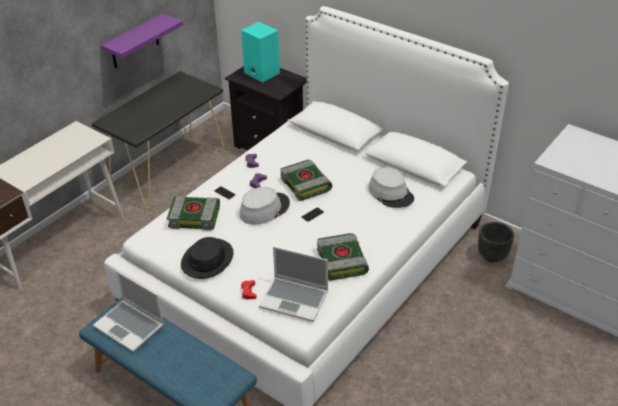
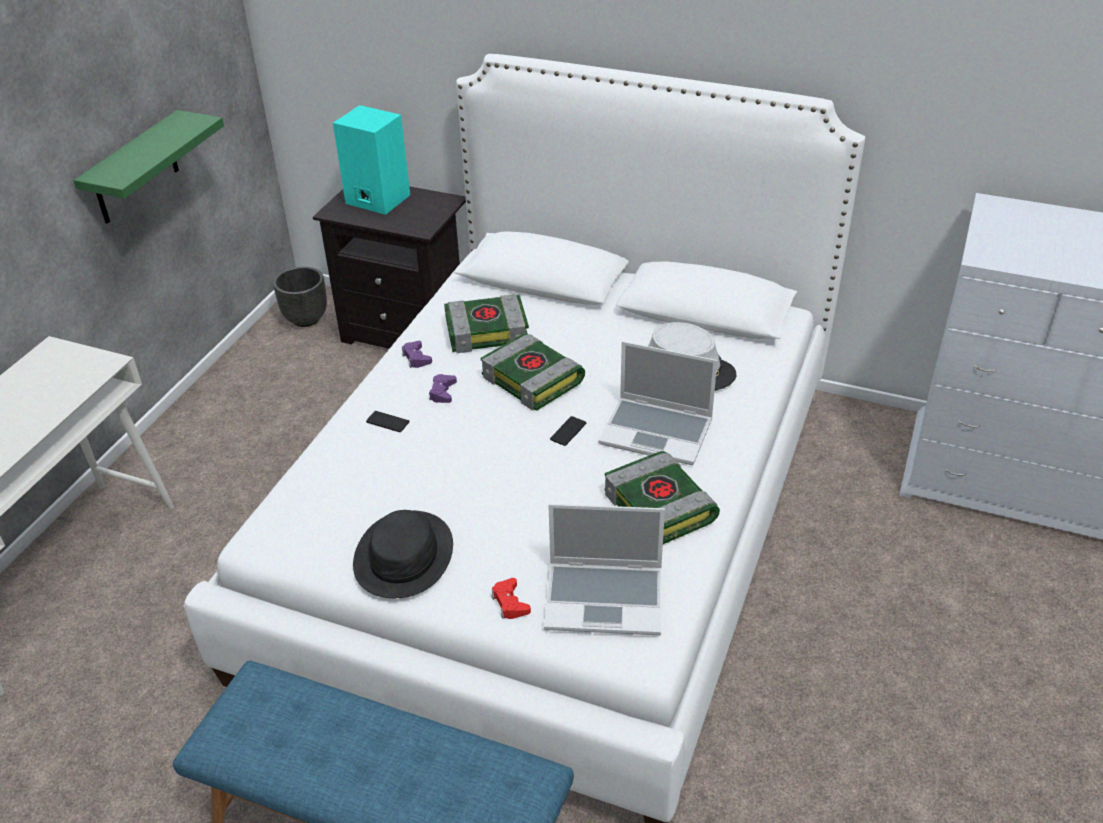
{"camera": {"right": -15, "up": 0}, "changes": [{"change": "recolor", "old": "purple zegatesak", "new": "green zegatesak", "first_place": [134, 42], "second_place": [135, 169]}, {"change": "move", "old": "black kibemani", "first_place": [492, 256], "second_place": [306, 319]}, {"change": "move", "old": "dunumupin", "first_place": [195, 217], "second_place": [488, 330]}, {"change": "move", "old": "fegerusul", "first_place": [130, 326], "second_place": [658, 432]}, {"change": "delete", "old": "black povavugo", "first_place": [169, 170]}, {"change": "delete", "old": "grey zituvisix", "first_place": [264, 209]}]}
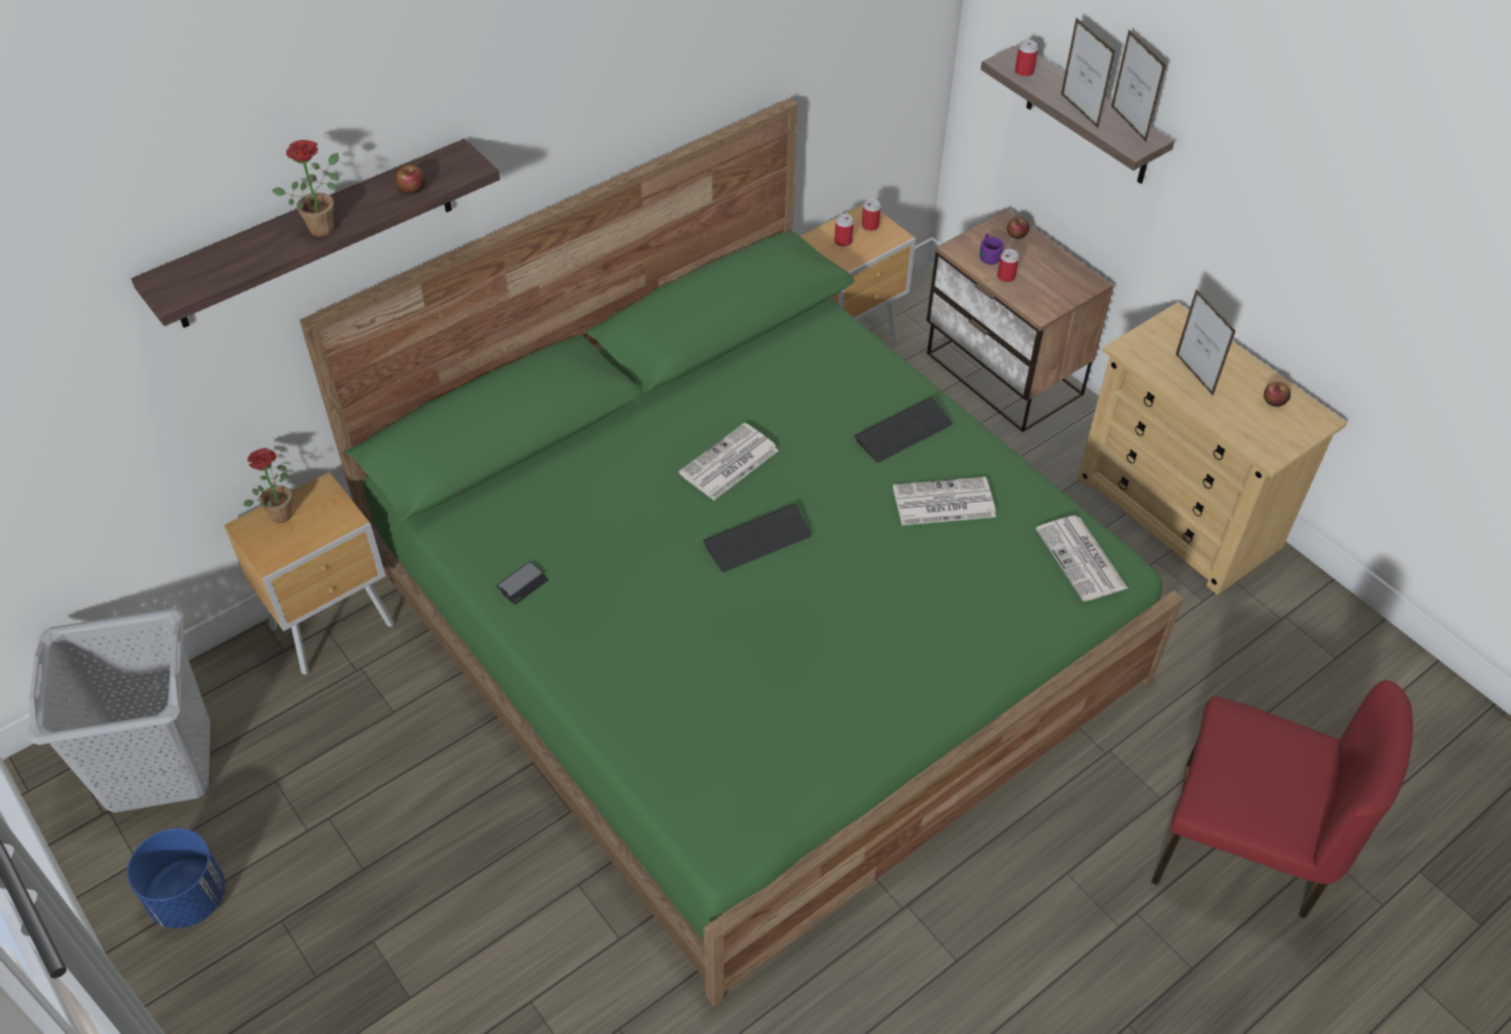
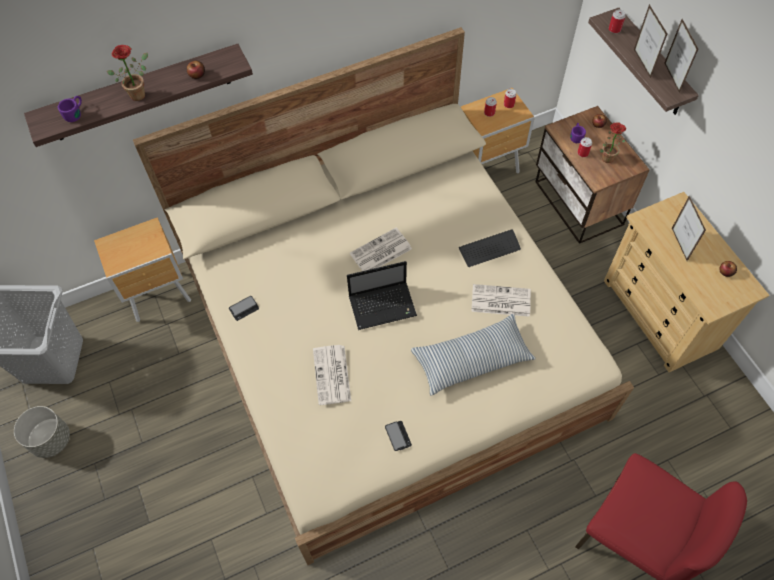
{"camera": {"right": 15, "up": 10}, "changes": [{"change": "recolor", "old": "blue kibemani", "new": "grey kibemani", "first_place": [188, 897], "second_place": [51, 439]}, {"change": "insert", "new": "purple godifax", "second_place": [75, 113]}, {"change": "recolor", "old": "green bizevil", "new": "beige bizevil", "first_place": [752, 621], "second_place": [388, 336]}, {"change": "move", "old": "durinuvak", "first_place": [1082, 559], "second_place": [332, 375]}, {"change": "replace", "old": "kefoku", "new": "fegerusul", "first_place": [758, 539], "second_place": [383, 305]}, {"change": "insert", "new": "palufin", "second_place": [398, 436]}, {"change": "insert", "new": "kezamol", "second_place": [472, 359]}, {"change": "move", "old": "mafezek", "first_place": [280, 511], "second_place": [606, 156]}]}
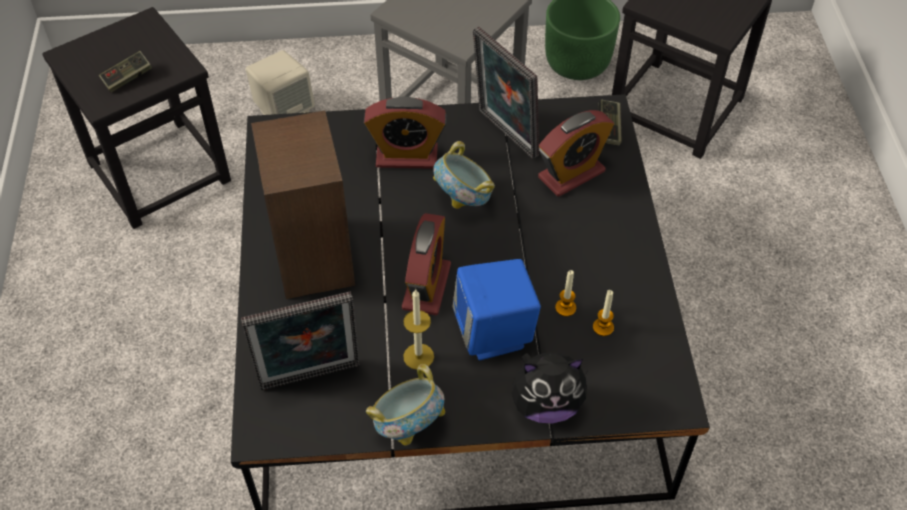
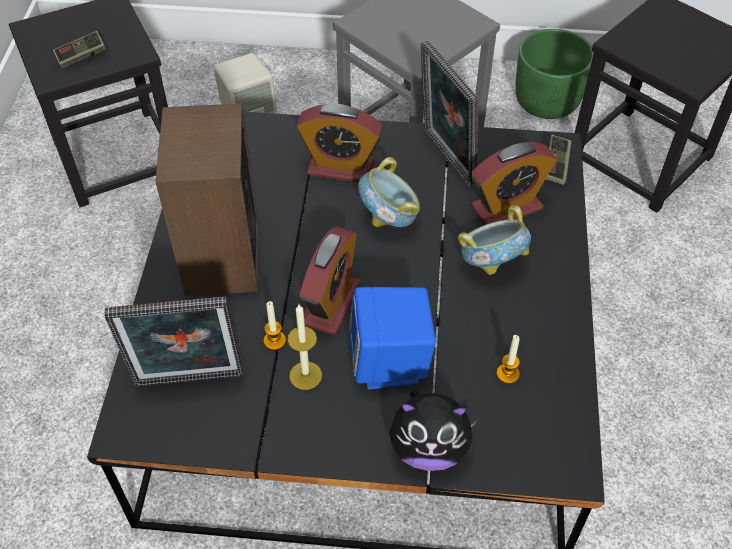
{"camera": {"right": 10, "up": 0}, "changes": [{"change": "move", "old": "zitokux", "first_place": [565, 308], "second_place": [274, 341]}, {"change": "move", "old": "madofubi", "first_place": [408, 424], "second_place": [491, 263]}]}
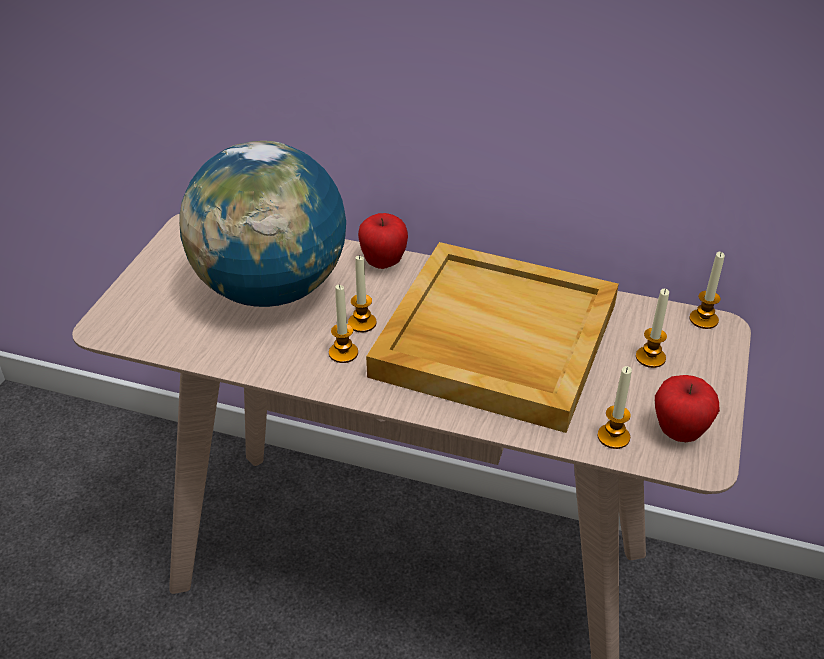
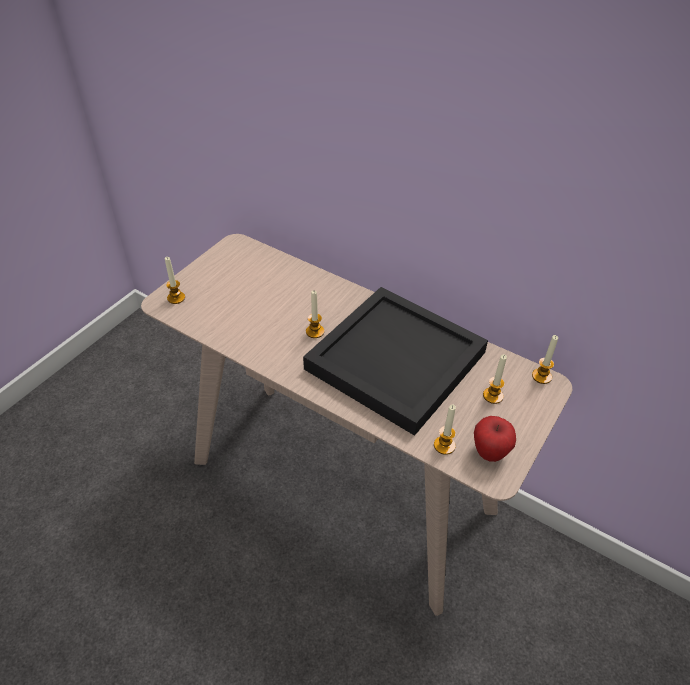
{"camera": {"right": 15, "up": 5}, "changes": [{"change": "move", "old": "zitokux", "first_place": [343, 353], "second_place": [176, 298]}, {"change": "recolor", "old": "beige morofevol", "new": "black morofevol", "first_place": [493, 340], "second_place": [393, 361]}, {"change": "delete", "old": "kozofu", "first_place": [271, 290]}, {"change": "delete", "old": "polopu", "first_place": [383, 263]}]}
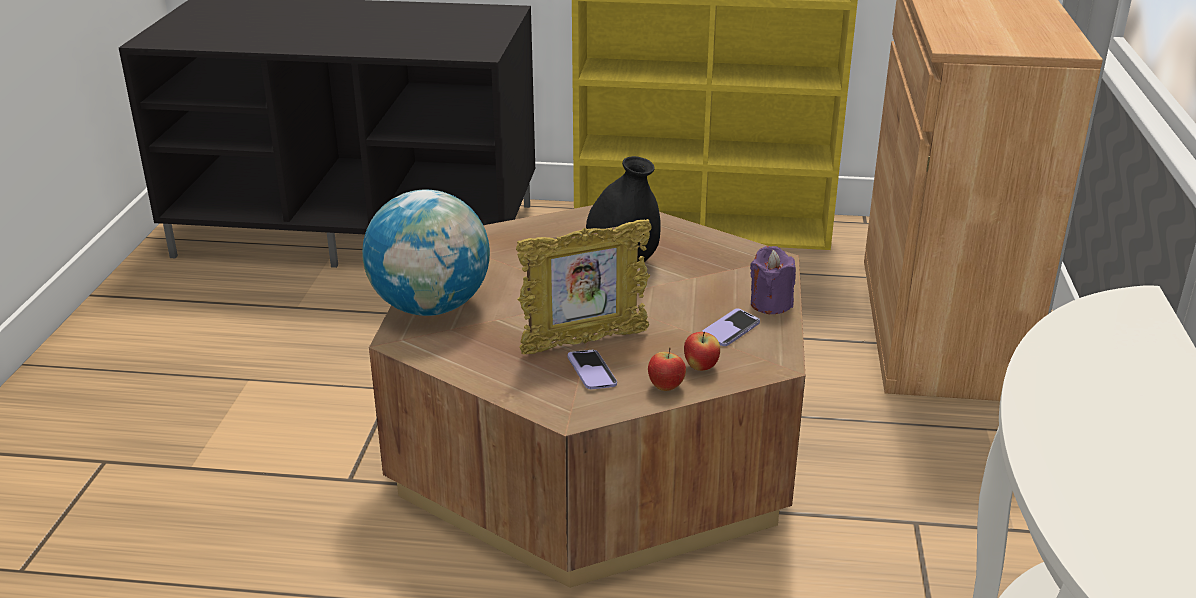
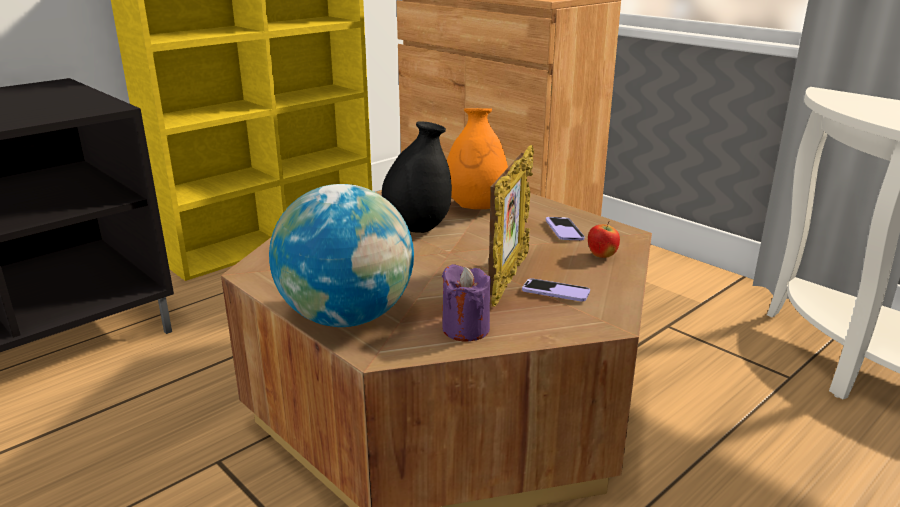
{"camera": {"right": -50, "up": -5}, "changes": [{"change": "move", "old": "purple zitokux", "first_place": [770, 304], "second_place": [465, 329]}, {"change": "insert", "new": "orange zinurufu", "second_place": [476, 207]}, {"change": "delete", "old": "polopu", "first_place": [665, 387]}]}
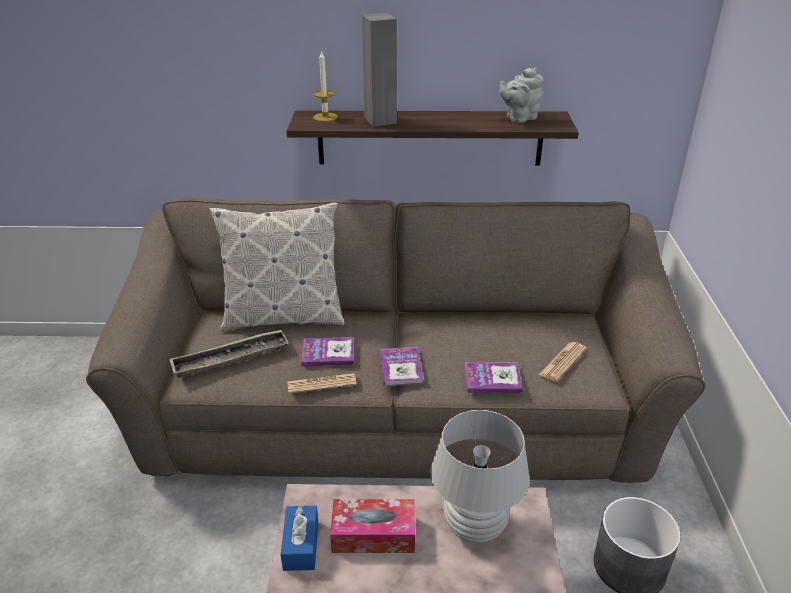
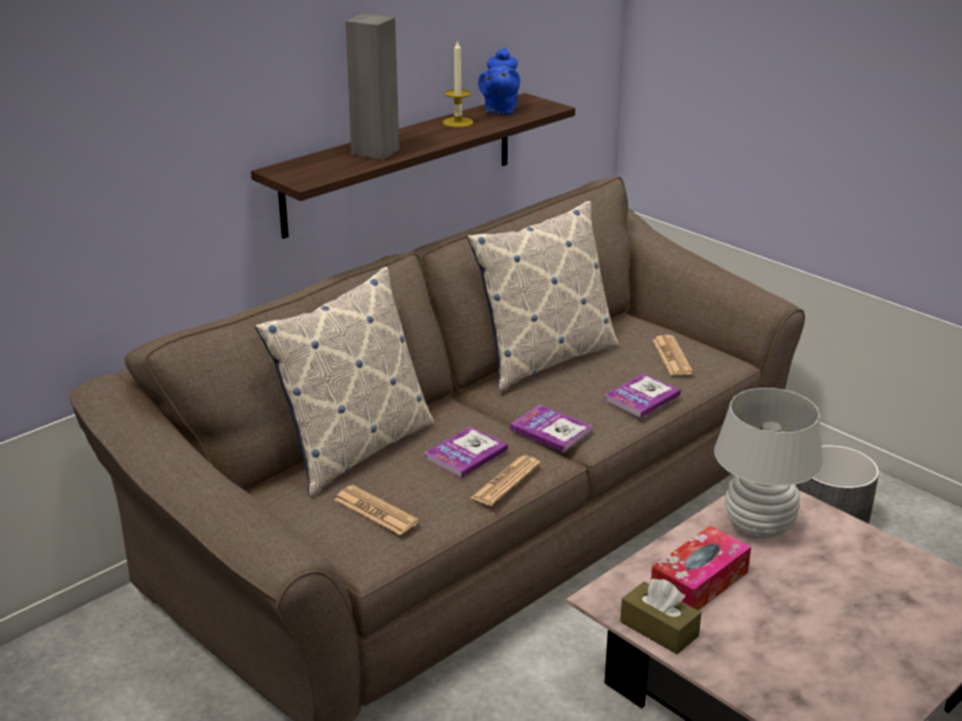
{"camera": {"right": -45, "up": -5}, "changes": [{"change": "replace", "old": "morofevol", "new": "durinuvak", "first_place": [230, 358], "second_place": [376, 511]}, {"change": "move", "old": "zitokux", "first_place": [325, 117], "second_place": [458, 122]}, {"change": "insert", "new": "kezamol", "second_place": [544, 359]}, {"change": "recolor", "old": "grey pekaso", "new": "blue pekaso", "first_place": [519, 118], "second_place": [500, 110]}, {"change": "recolor", "old": "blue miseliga", "new": "brown miseliga", "first_place": [301, 545], "second_place": [659, 629]}]}
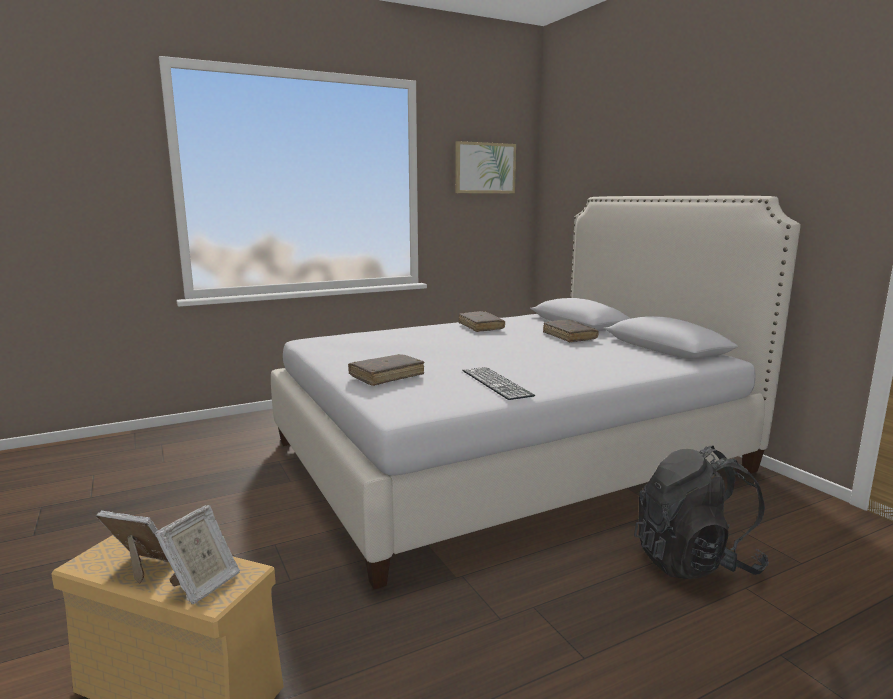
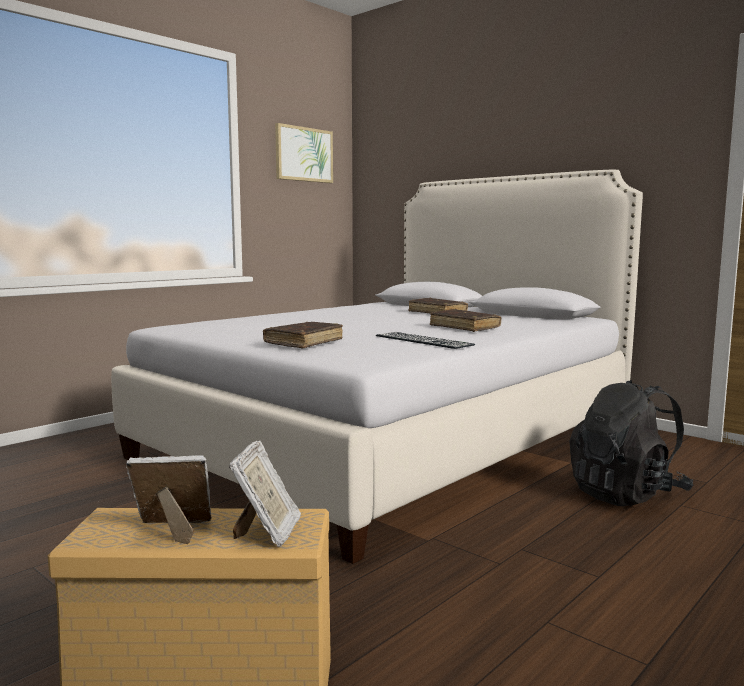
{"camera": {"right": -20, "up": -5}, "changes": [{"change": "move", "old": "brown dunumupin", "first_place": [481, 327], "second_place": [464, 327]}]}
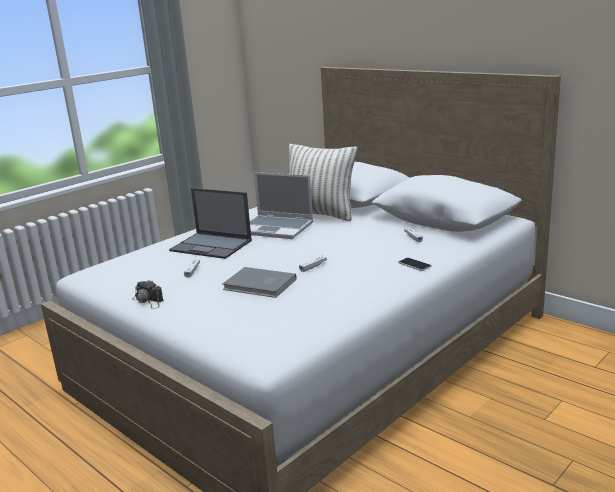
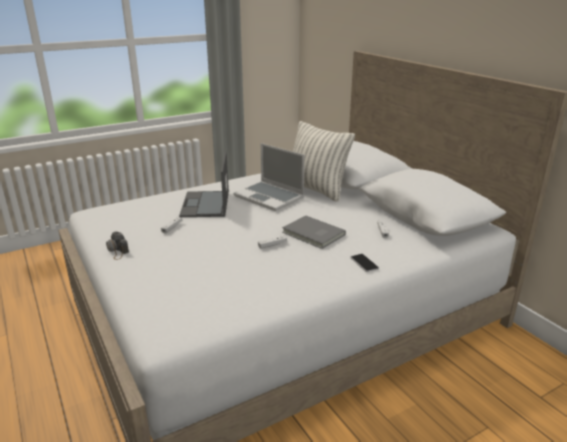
{"camera": {"right": 15, "up": 5}, "changes": [{"change": "rotate", "old": "fegerusul", "first_place": [212, 246], "second_place": [205, 204], "degrees": 45}, {"change": "move", "old": "grey dunumupin", "first_place": [260, 285], "second_place": [313, 234]}]}
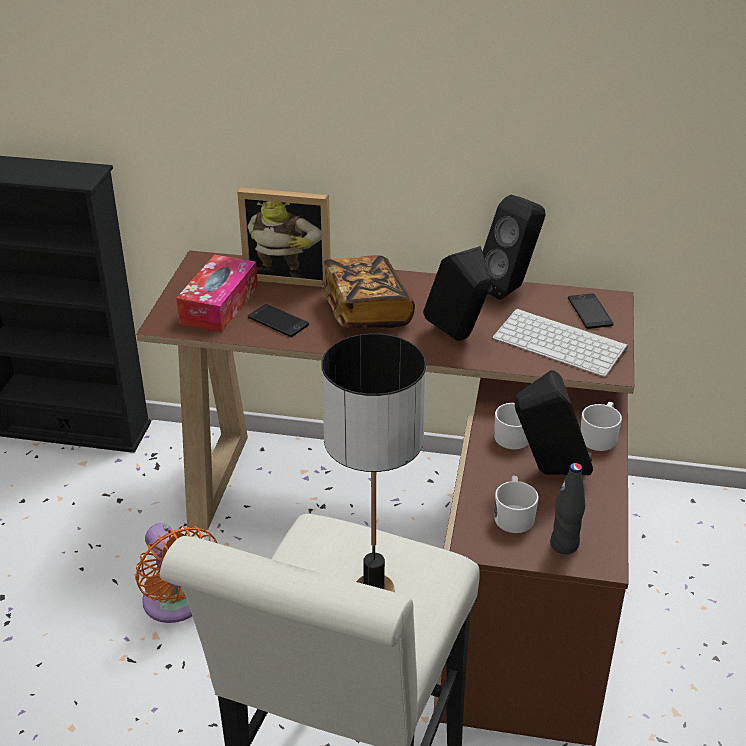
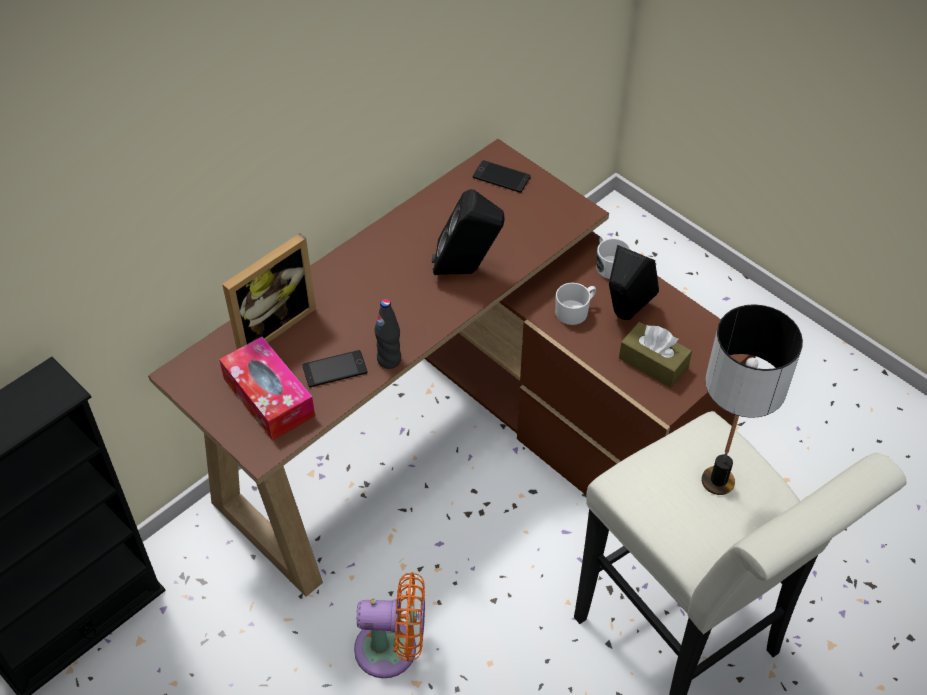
{"camera": {"right": -55, "up": 15}, "changes": [{"change": "move", "old": "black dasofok", "first_place": [564, 545], "second_place": [389, 360]}, {"change": "replace", "old": "white godifax", "new": "brown miseliga", "first_place": [514, 515], "second_place": [653, 363]}, {"change": "delete", "old": "dunumupin", "first_place": [366, 311]}, {"change": "delete", "old": "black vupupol", "first_place": [510, 289]}, {"change": "delete", "old": "kefoku", "first_place": [562, 343]}]}
